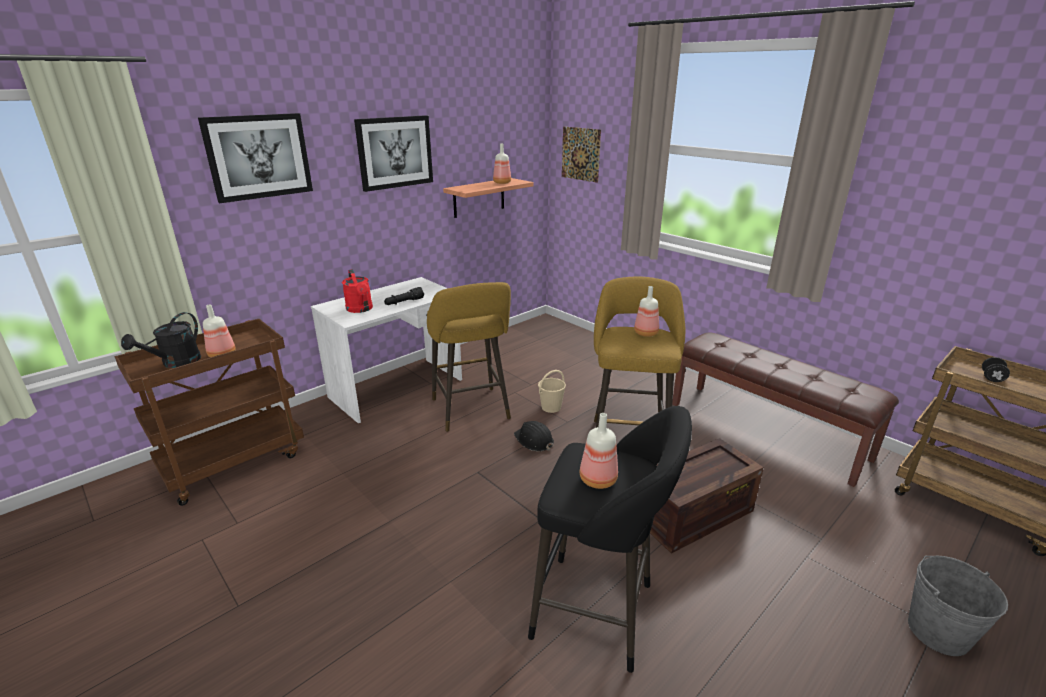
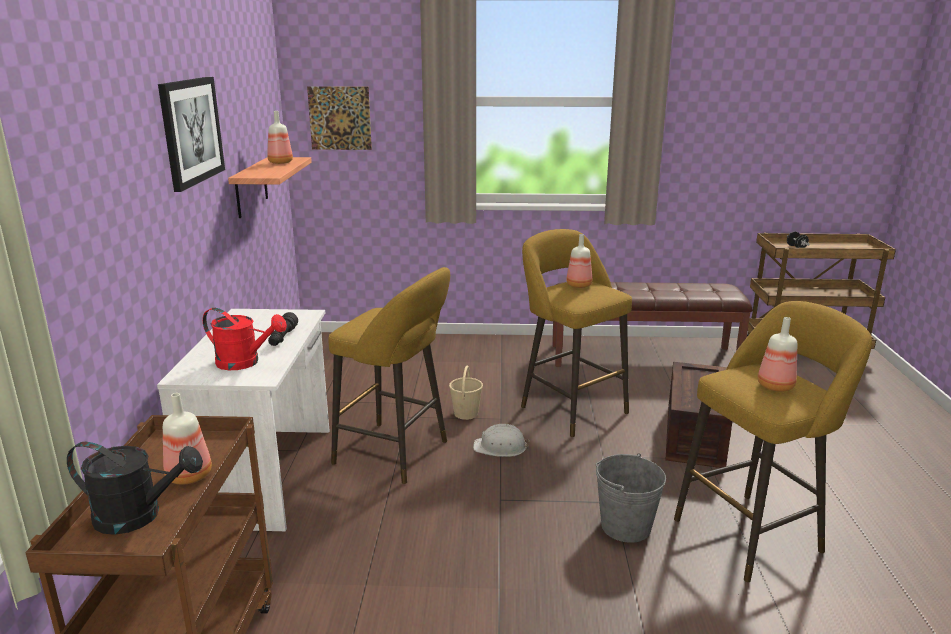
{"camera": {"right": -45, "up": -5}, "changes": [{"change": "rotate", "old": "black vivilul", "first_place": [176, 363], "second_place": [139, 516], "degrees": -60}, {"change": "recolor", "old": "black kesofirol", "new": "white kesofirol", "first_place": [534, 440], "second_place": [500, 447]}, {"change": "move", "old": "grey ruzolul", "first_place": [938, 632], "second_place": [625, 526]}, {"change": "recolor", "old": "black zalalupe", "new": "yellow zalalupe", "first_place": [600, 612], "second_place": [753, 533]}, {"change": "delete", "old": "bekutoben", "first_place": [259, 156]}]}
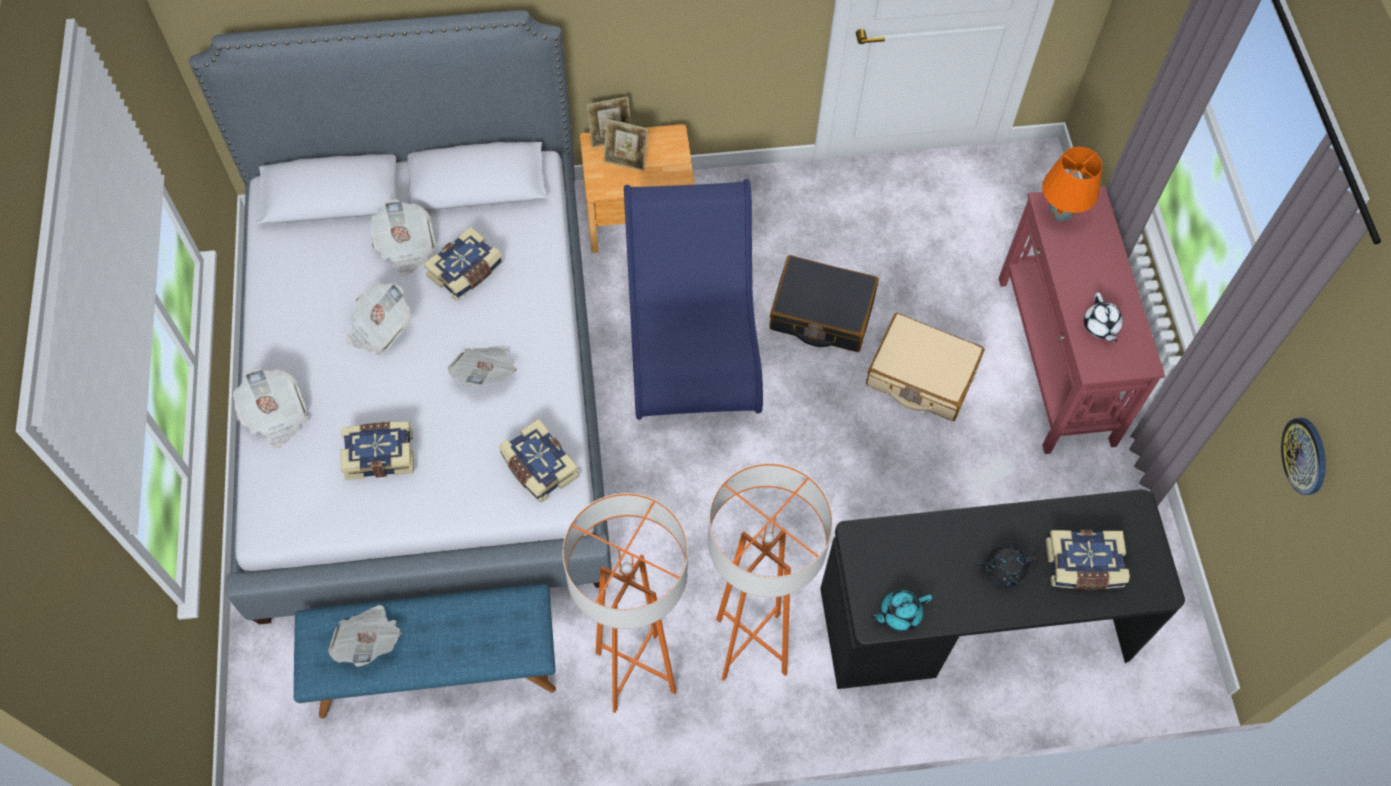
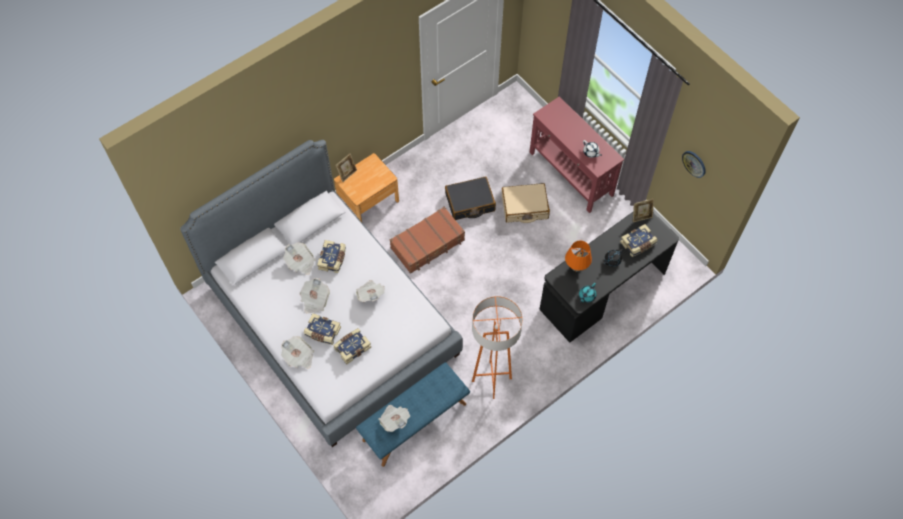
{"camera": {"right": -30, "up": 0}, "changes": [{"change": "move", "old": "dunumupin", "first_place": [538, 467], "second_place": [322, 332]}, {"change": "replace", "old": "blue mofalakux", "new": "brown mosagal", "first_place": [692, 348], "second_place": [428, 244]}, {"change": "move", "old": "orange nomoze", "first_place": [1060, 214], "second_place": [576, 267]}, {"change": "move", "old": "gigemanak", "first_place": [626, 160], "second_place": [641, 216]}, {"change": "delete", "old": "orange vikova", "first_place": [751, 646]}]}
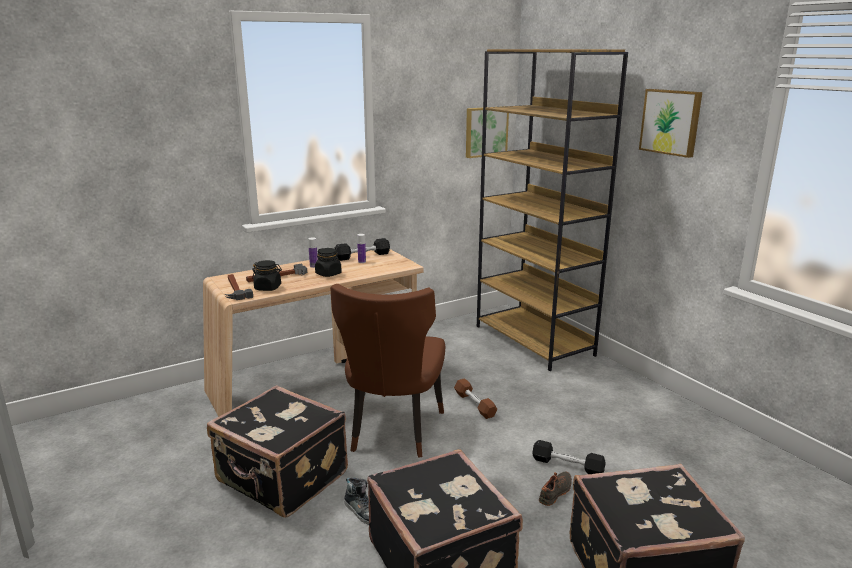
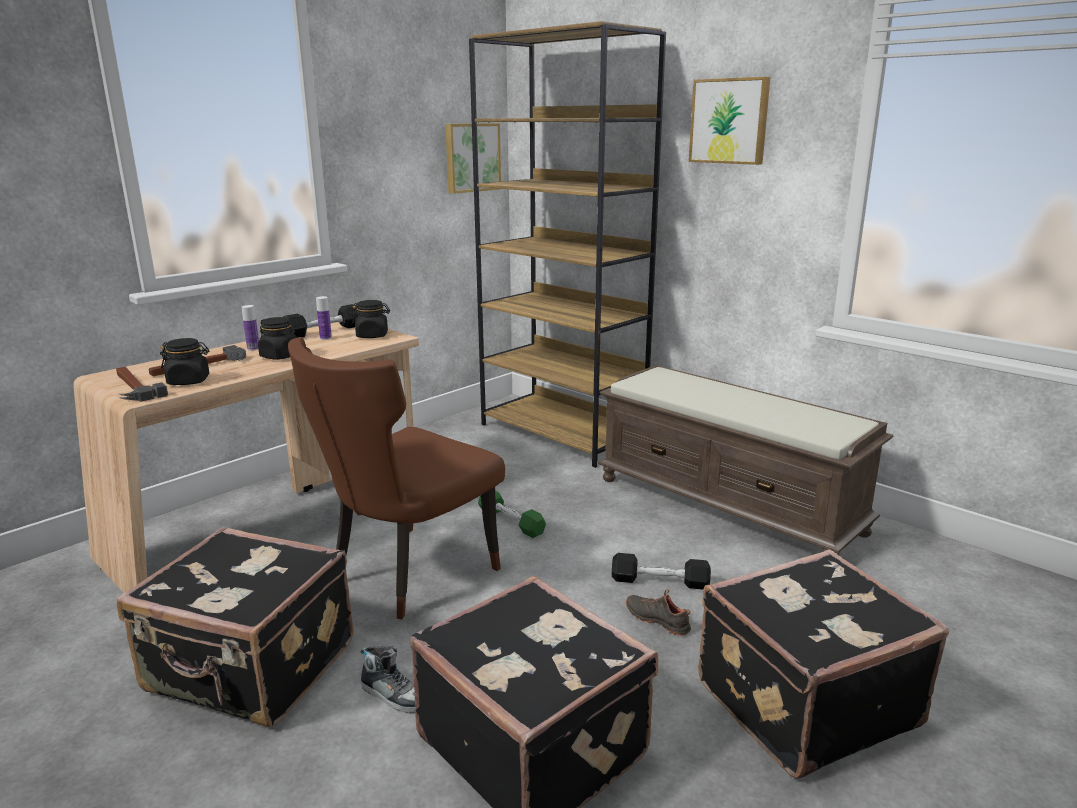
{"camera": {"right": -15, "up": 0}, "changes": [{"change": "rotate", "old": "brown mofalakux", "first_place": [392, 432], "second_place": [406, 575], "degrees": 45}, {"change": "insert", "new": "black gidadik", "second_place": [372, 335]}, {"change": "recolor", "old": "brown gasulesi", "new": "green gasulesi", "first_place": [474, 404], "second_place": [511, 522]}, {"change": "insert", "new": "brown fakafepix", "second_place": [729, 505]}, {"change": "rotate", "old": "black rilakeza", "first_place": [556, 493], "second_place": [658, 619], "degrees": -75}]}
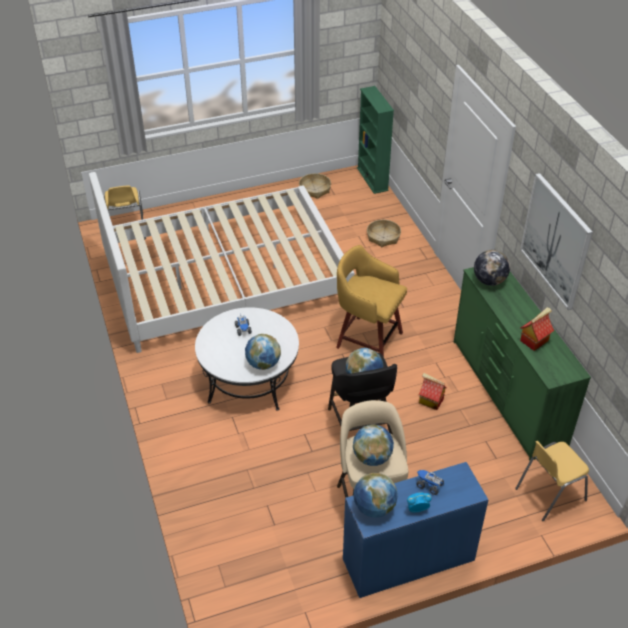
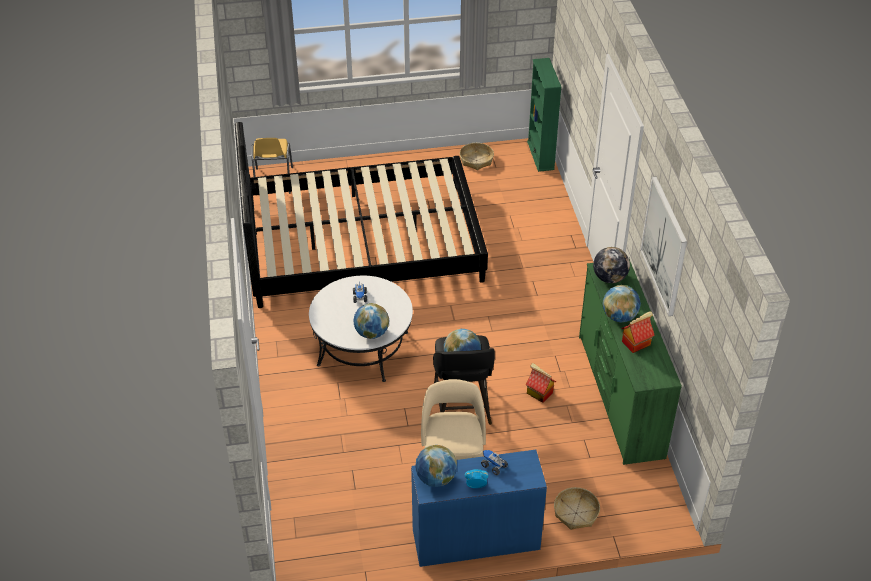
{"camera": {"right": 10, "up": 0}, "changes": [{"change": "recolor", "old": "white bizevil", "new": "black bizevil", "first_place": [225, 278], "second_place": [362, 244]}, {"change": "move", "old": "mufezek", "first_place": [383, 237], "second_place": [576, 513]}, {"change": "move", "old": "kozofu", "first_place": [372, 457], "second_place": [619, 316]}, {"change": "delete", "old": "yellow zalalupe", "first_place": [367, 339]}, {"change": "delete", "old": "yellow mofalakux", "first_place": [549, 494]}]}
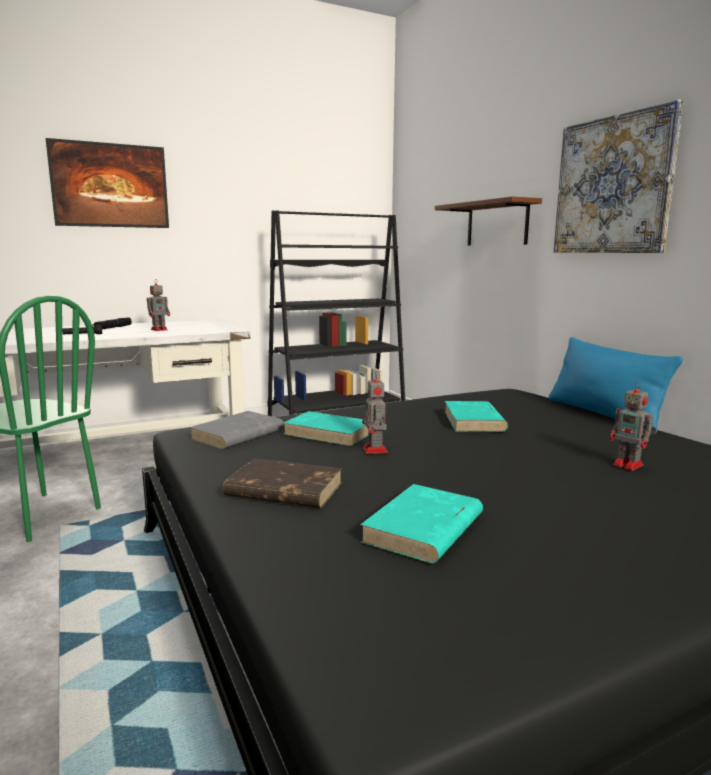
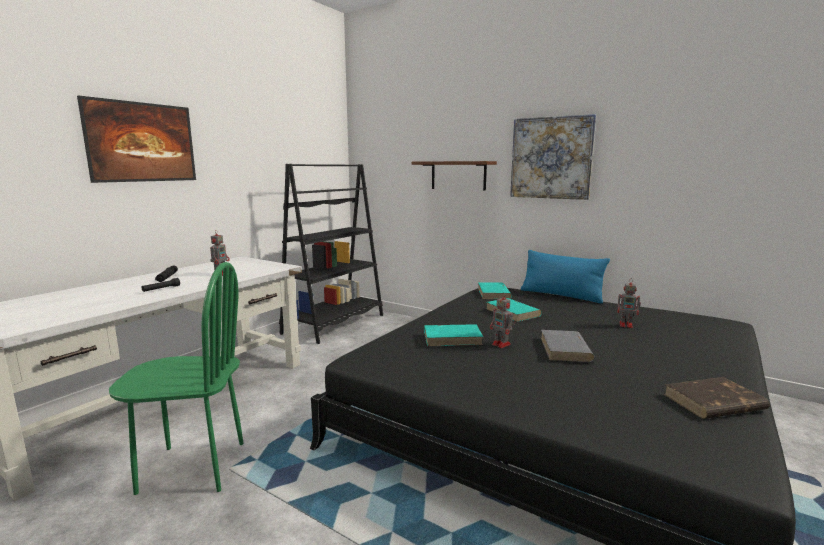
{"camera": {"right": -30, "up": 0}, "changes": [{"change": "move", "old": "turquoise dunumupin", "first_place": [423, 529], "second_place": [494, 293]}, {"change": "move", "old": "grey dunumupin", "first_place": [237, 435], "second_place": [565, 349]}, {"change": "move", "old": "brown dunumupin", "first_place": [283, 489], "second_place": [713, 402]}]}
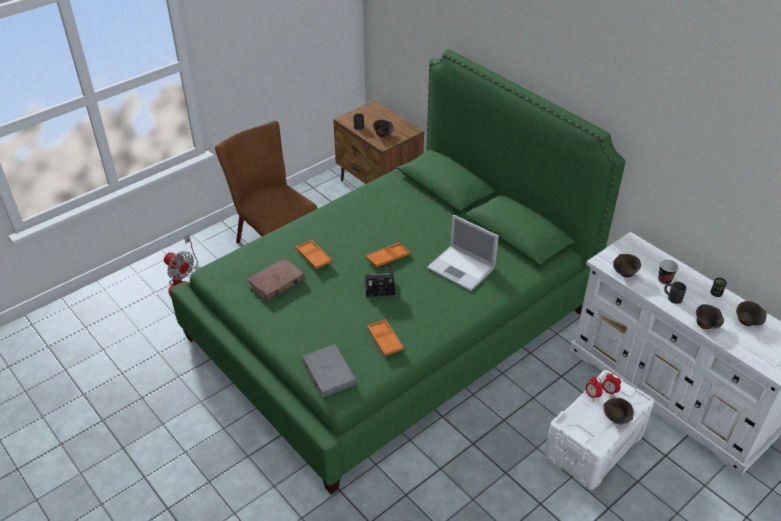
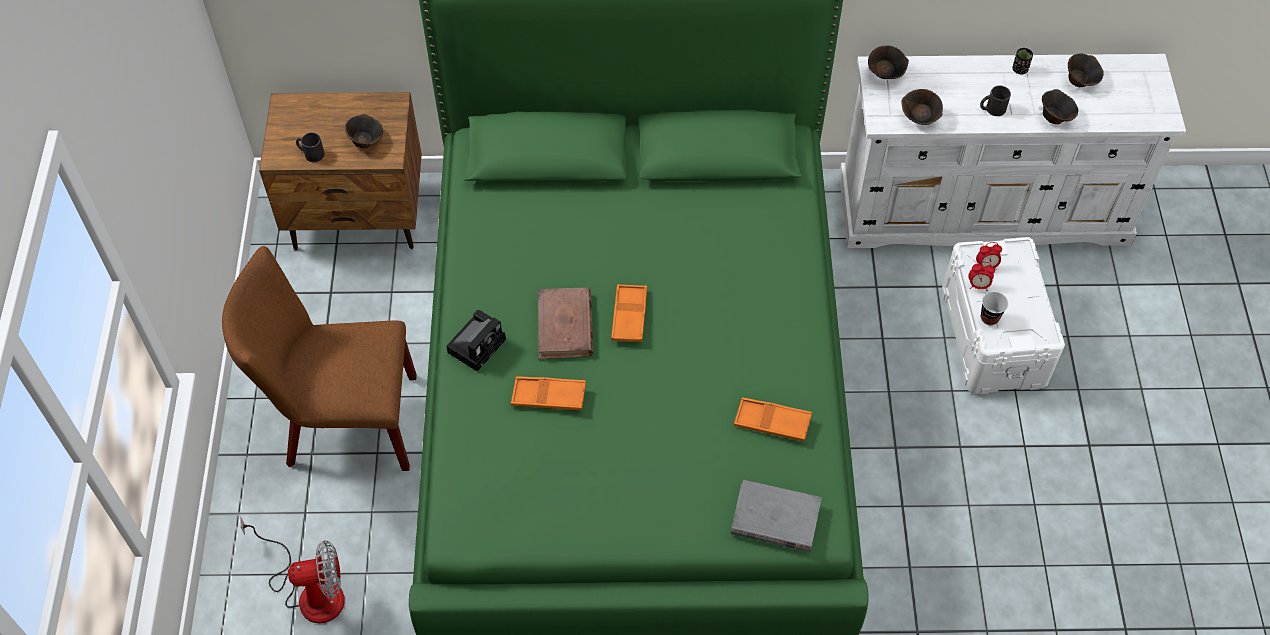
{"camera": {"right": -50, "up": 15}, "changes": [{"change": "move", "old": "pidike", "first_place": [381, 287], "second_place": [477, 344]}, {"change": "move", "old": "brown dunumupin", "first_place": [276, 282], "second_place": [565, 326]}, {"change": "move", "old": "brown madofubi", "first_place": [616, 418], "second_place": [885, 74]}, {"change": "move", "old": "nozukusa", "first_place": [664, 280], "second_place": [989, 318]}, {"change": "delete", "old": "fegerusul", "first_place": [462, 268]}]}
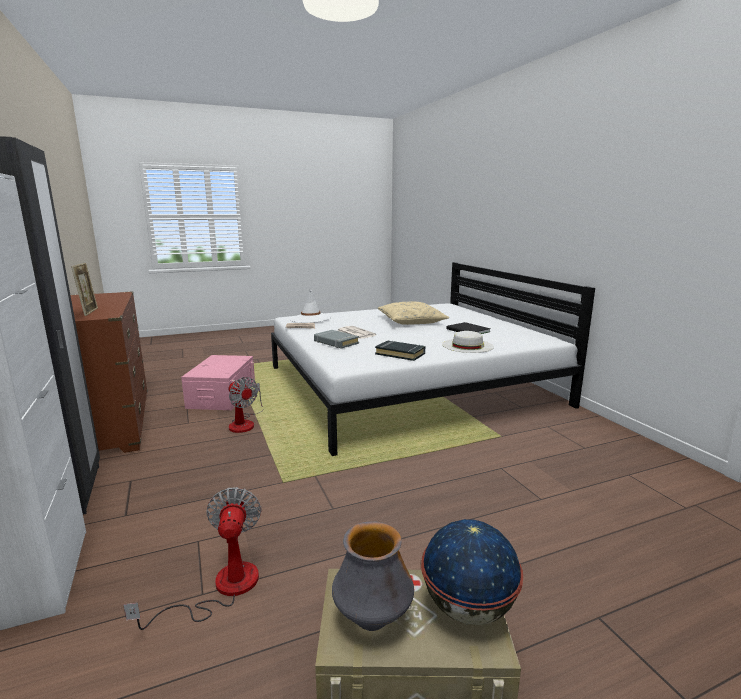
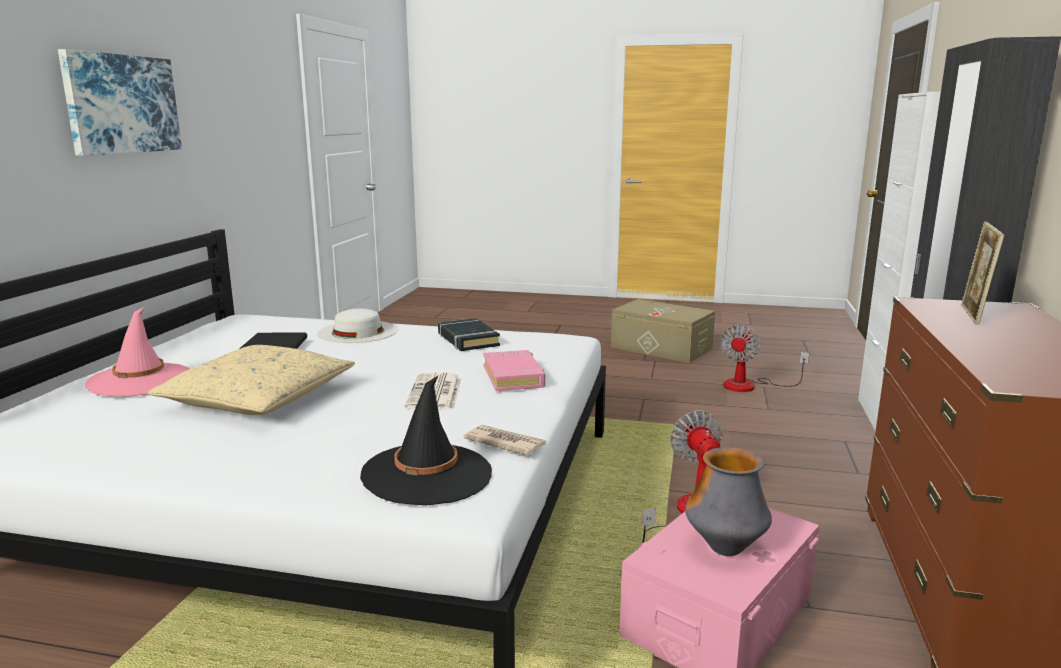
{"camera": {"right": -145, "up": 0}, "changes": [{"change": "insert", "new": "bekutoben", "second_place": [121, 104]}, {"change": "insert", "new": "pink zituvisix", "second_place": [140, 380]}, {"change": "recolor", "old": "white zituvisix", "new": "black zituvisix", "first_place": [310, 318], "second_place": [427, 474]}, {"change": "recolor", "old": "grey dunumupin", "new": "pink dunumupin", "first_place": [336, 342], "second_place": [513, 376]}, {"change": "move", "old": "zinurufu", "first_place": [372, 619], "second_place": [725, 549]}, {"change": "delete", "old": "kozofu", "first_place": [467, 608]}]}
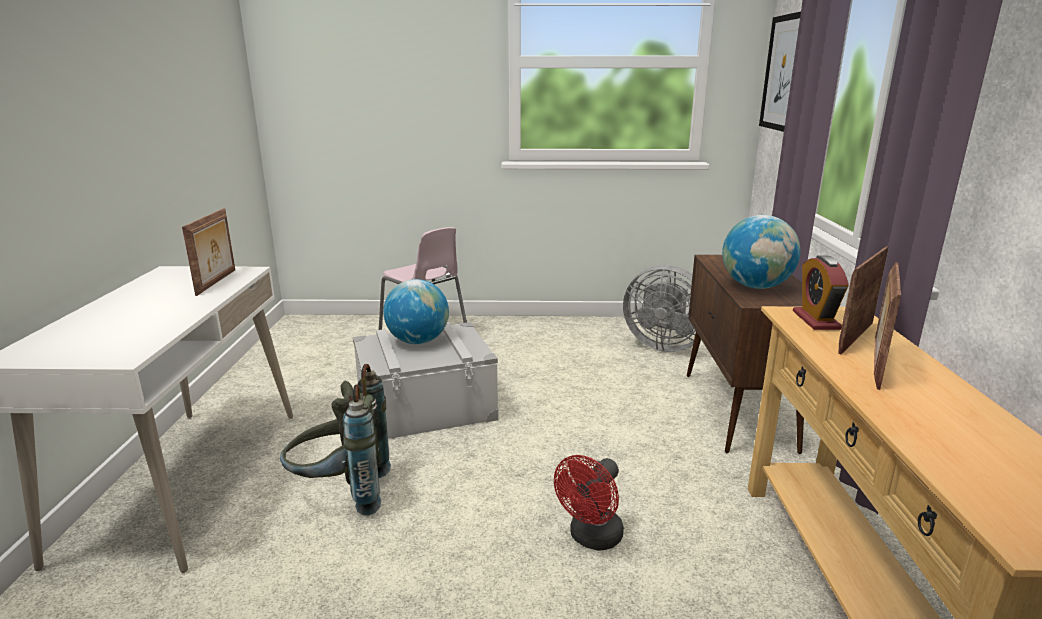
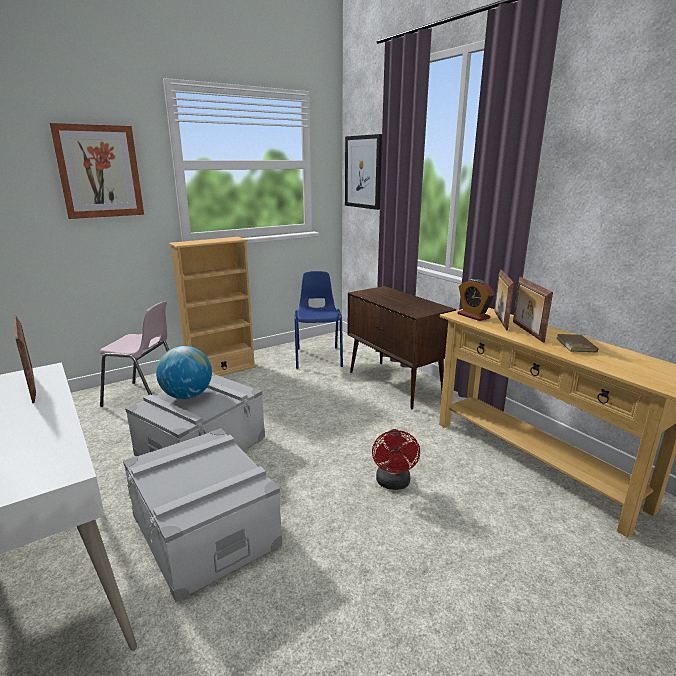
{"camera": {"right": -35, "up": 0}, "changes": [{"change": "insert", "new": "bekutoben", "second_place": [99, 172]}, {"change": "replace", "old": "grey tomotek", "new": "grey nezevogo", "first_place": [342, 494], "second_place": [205, 530]}, {"change": "insert", "new": "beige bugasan", "second_place": [221, 371]}, {"change": "replace", "old": "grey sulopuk", "new": "blue mofalakux", "first_place": [663, 345], "second_place": [318, 357]}, {"change": "insert", "new": "brown dunumupin", "second_place": [577, 345]}, {"change": "delete", "old": "kozofu", "first_place": [756, 286]}]}
